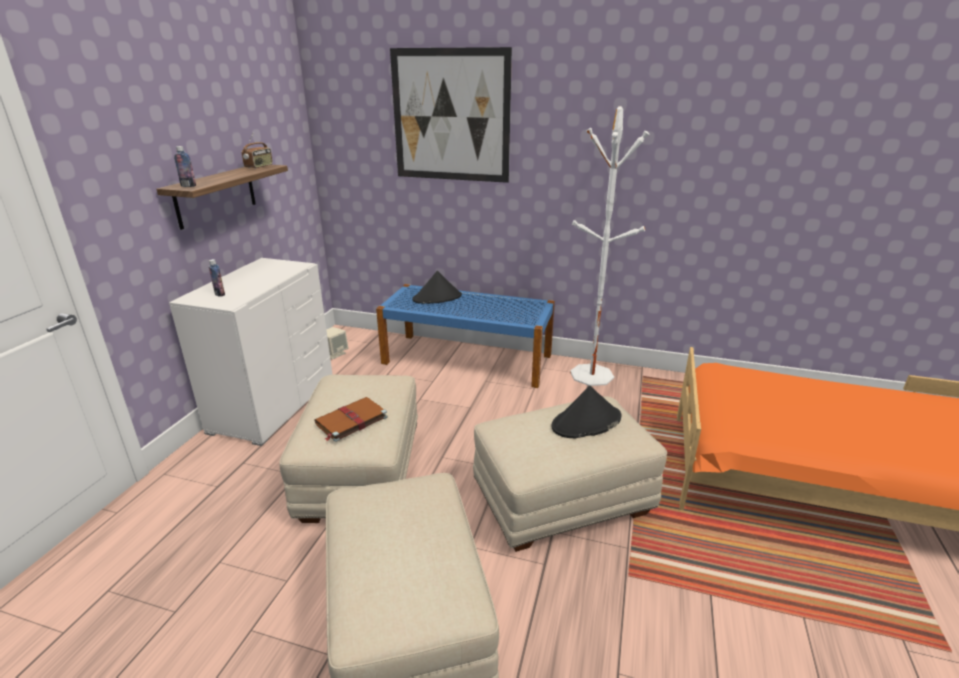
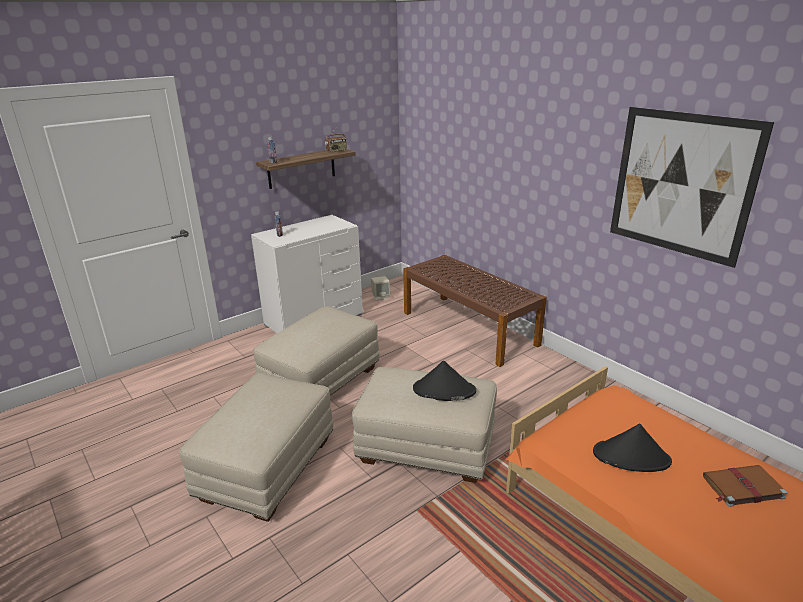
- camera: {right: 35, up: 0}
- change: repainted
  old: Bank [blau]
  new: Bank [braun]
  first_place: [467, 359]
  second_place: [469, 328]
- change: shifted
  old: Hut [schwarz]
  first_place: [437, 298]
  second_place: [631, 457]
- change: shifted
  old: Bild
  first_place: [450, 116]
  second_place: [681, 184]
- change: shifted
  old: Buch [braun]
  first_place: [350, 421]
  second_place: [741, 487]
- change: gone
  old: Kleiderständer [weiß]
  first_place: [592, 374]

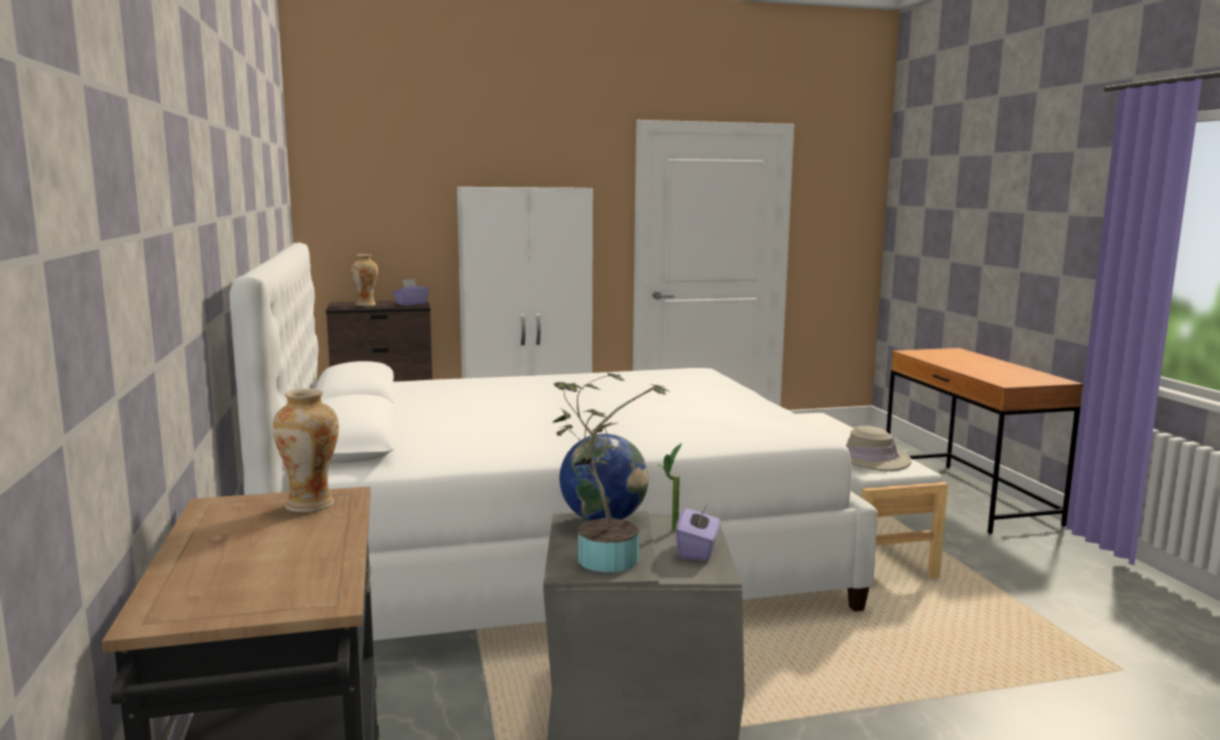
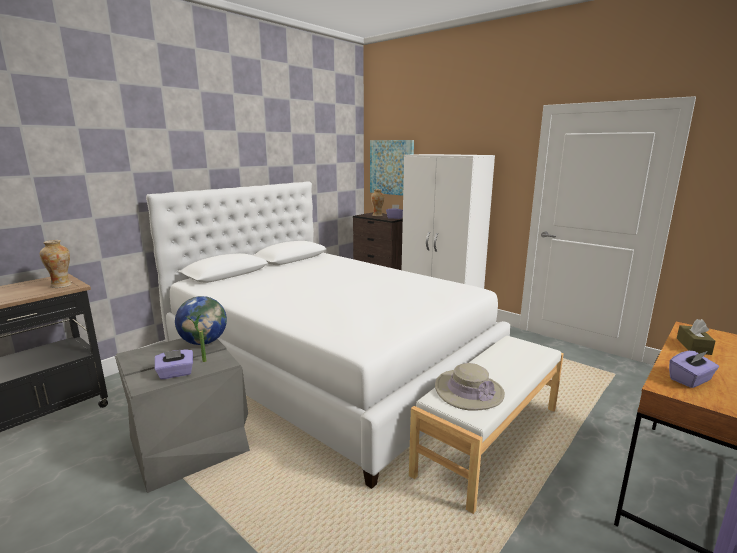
- camera: {right: 55, up: 5}
- change: new
  new: Bild
  second_place: [391, 167]
- change: new
  new: Taschentuchbox [lila]
  second_place: [690, 380]
- change: new
  new: Taschentuchbox [braun]
  second_place: [693, 346]
- change: gone
  old: Topfpflanze
  first_place: [602, 557]

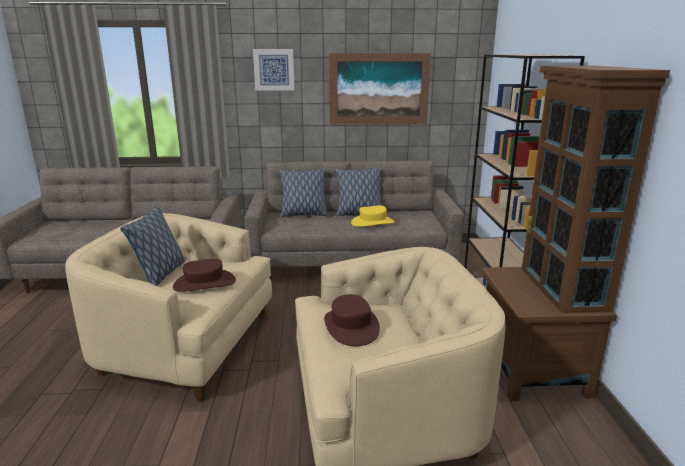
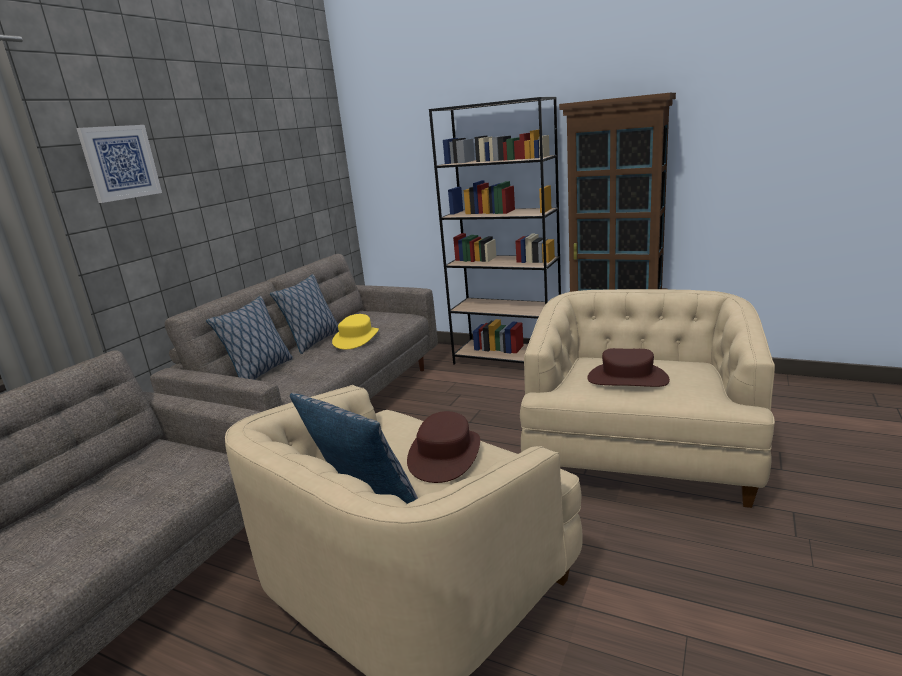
- camera: {right: -60, up: 0}
- change: gone
  old: Bild
  first_place: [379, 89]

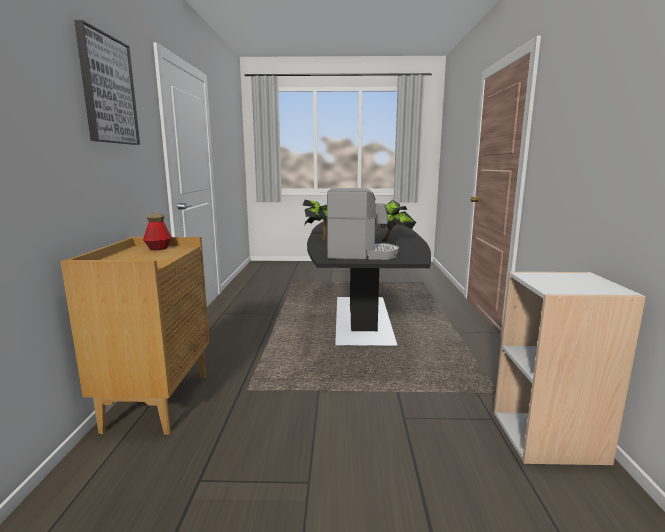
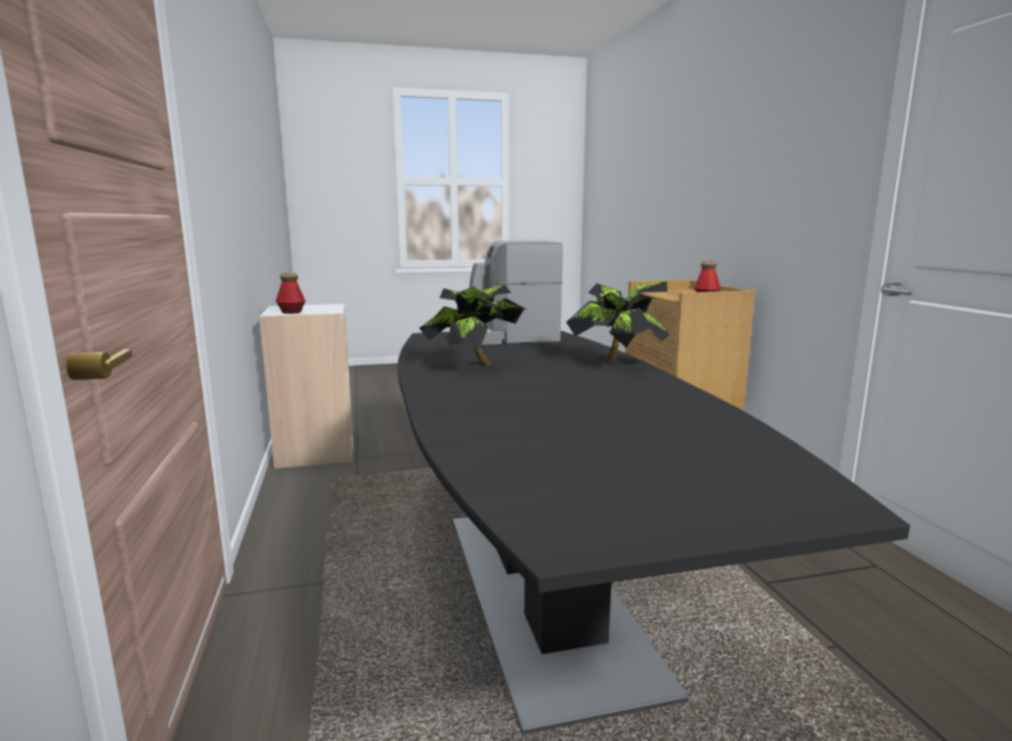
- camera: {right: 165, up: 0}
- change: new
  new: Flasche
  second_place: [291, 312]
- change: gone
  old: Bild
  first_place: [107, 90]

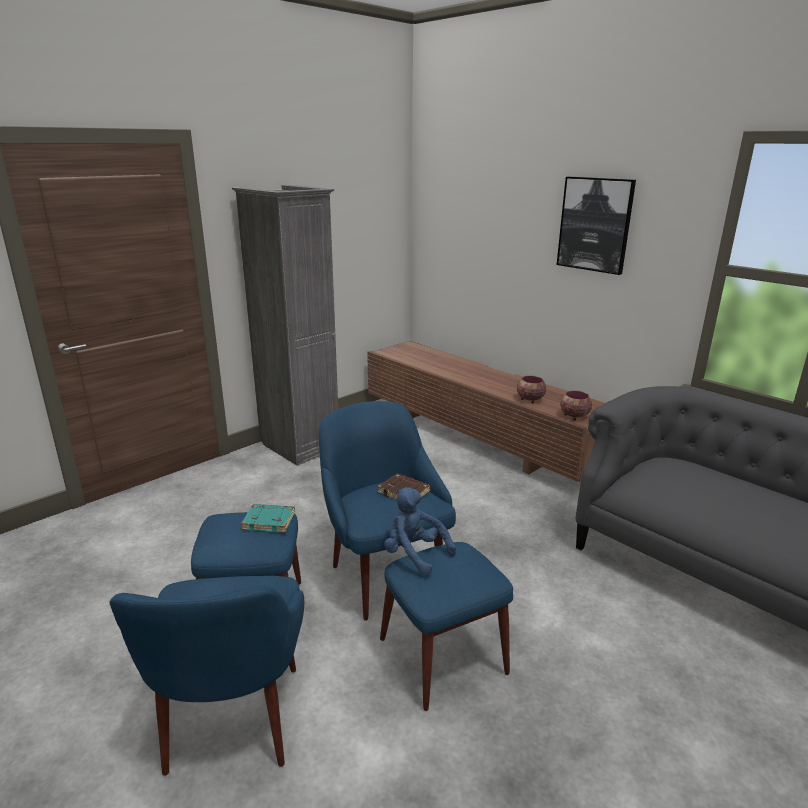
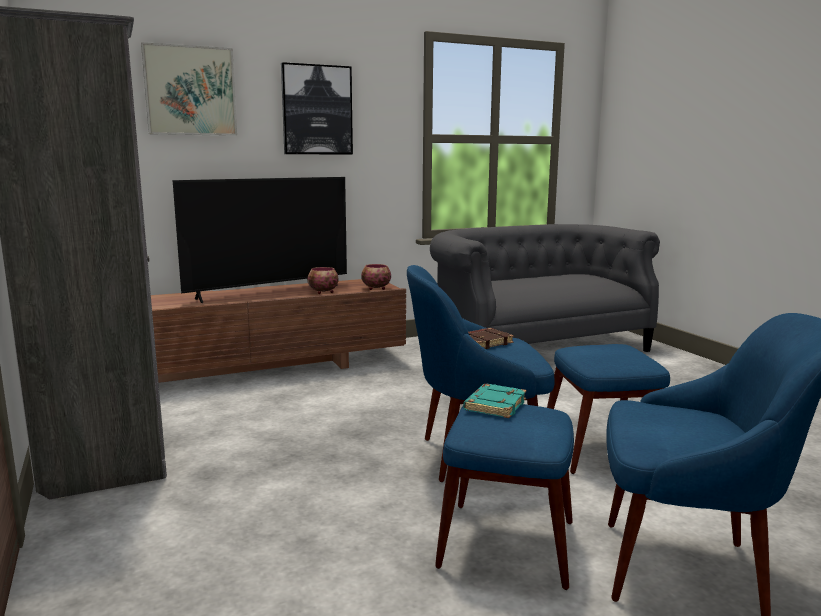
- camera: {right: -70, up: -10}
- change: new
  new: Bild
  second_place: [190, 91]
- change: new
  new: Fernseher
  second_place: [269, 292]
- change: gone
  old: Plüschtier [blau]
  first_place: [414, 554]

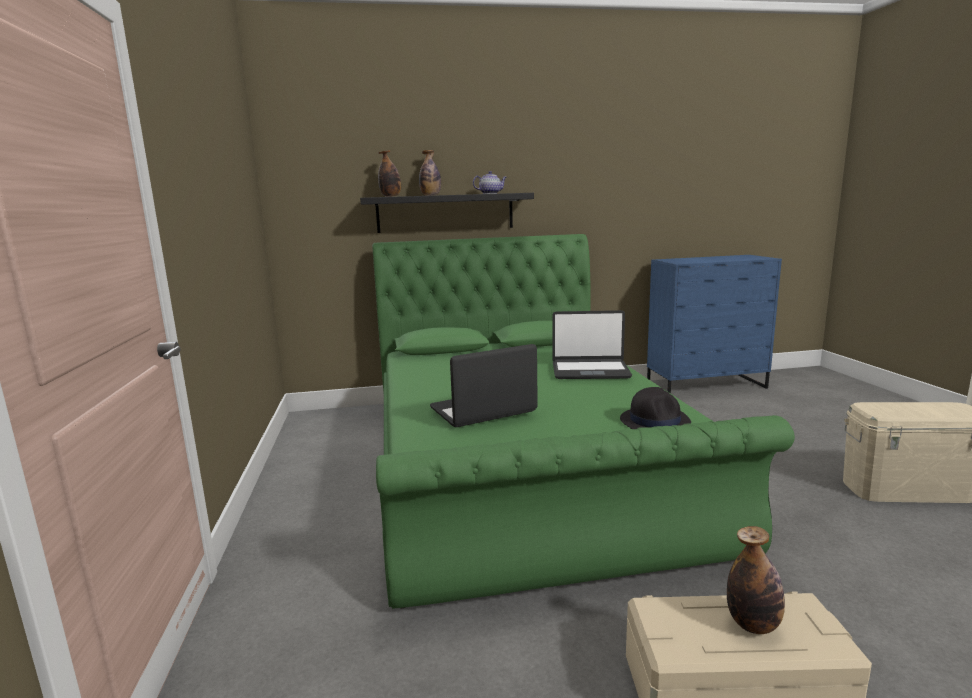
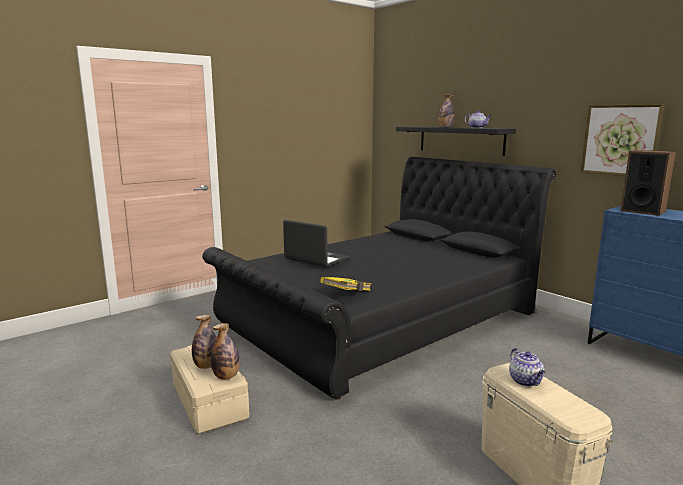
- camera: {right: 60, up: 0}
- change: repainted
  old: Bett [grün]
  new: Bett [schwarz]
  first_place: [521, 464]
  second_place: [380, 316]
- change: shifted
  old: Flasche
  first_place: [391, 196]
  second_place: [226, 376]
- change: swapped
  old: Hut [schwarz]
  new: Buch [gelb]
  first_place: [655, 421]
  second_place: [347, 293]
- change: new
  new: Teekanne
  second_place: [526, 381]
- change: new
  new: Bild
  second_place: [620, 140]
- change: new
  new: Lautsprecher
  second_place: [642, 211]
- change: gone
  old: Laptop
  first_place: [590, 371]

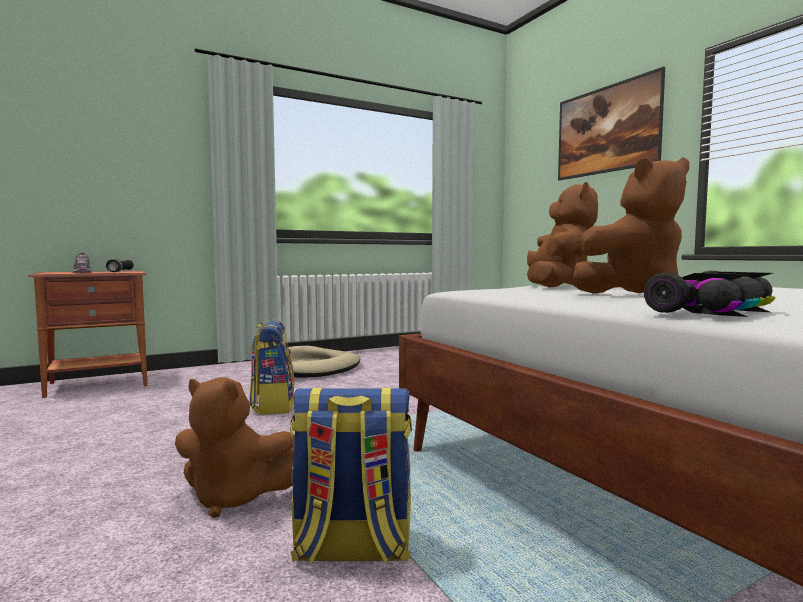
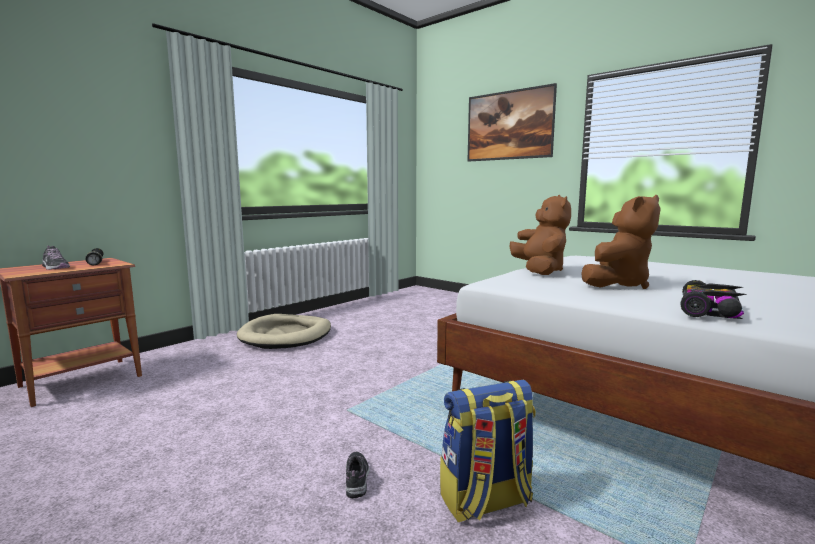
- camera: {right: -20, up: 5}
- change: swapped
  old: Plüschtier [braun]
  new: Schuh
  first_place: [235, 498]
  second_place: [356, 479]
- change: gone
  old: Rucksack
  first_place: [273, 406]

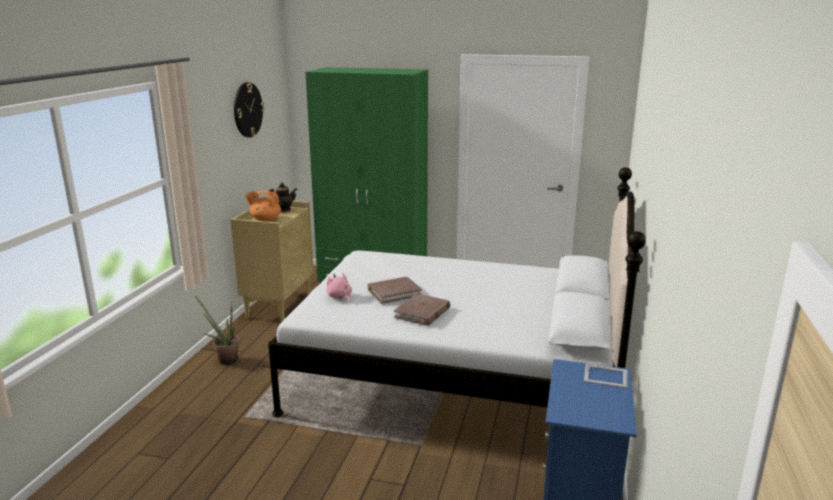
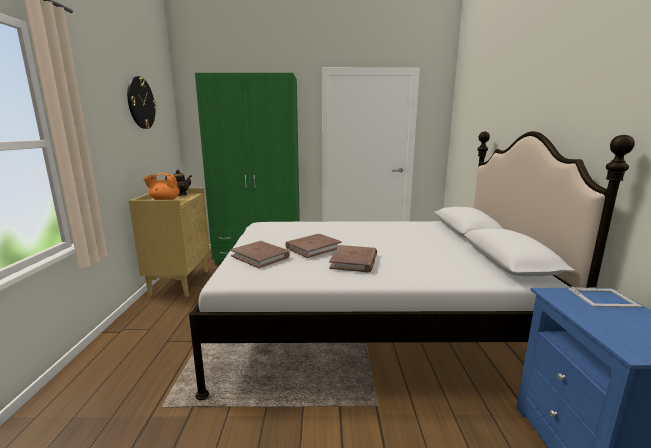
- camera: {right: -15, up: -5}
- change: swapped
  old: Plüschtier [rosa]
  new: Buch [braun]
  first_place: [340, 297]
  second_place: [260, 256]
- change: gone
  old: Topfpflanze
  first_place: [224, 359]

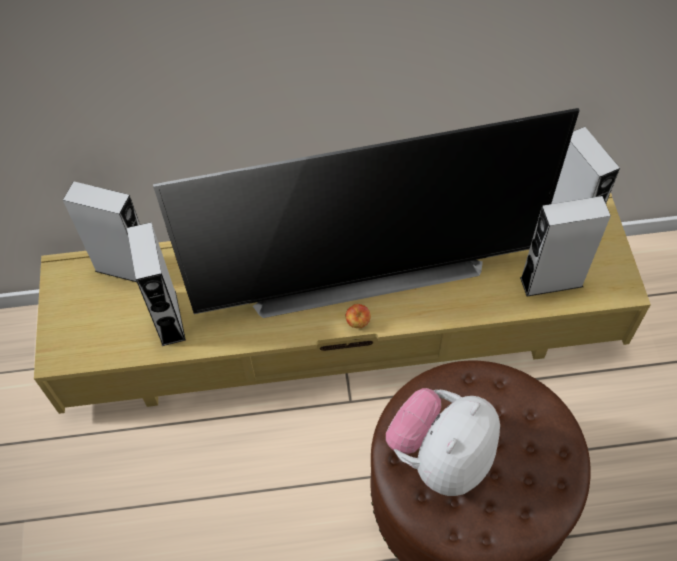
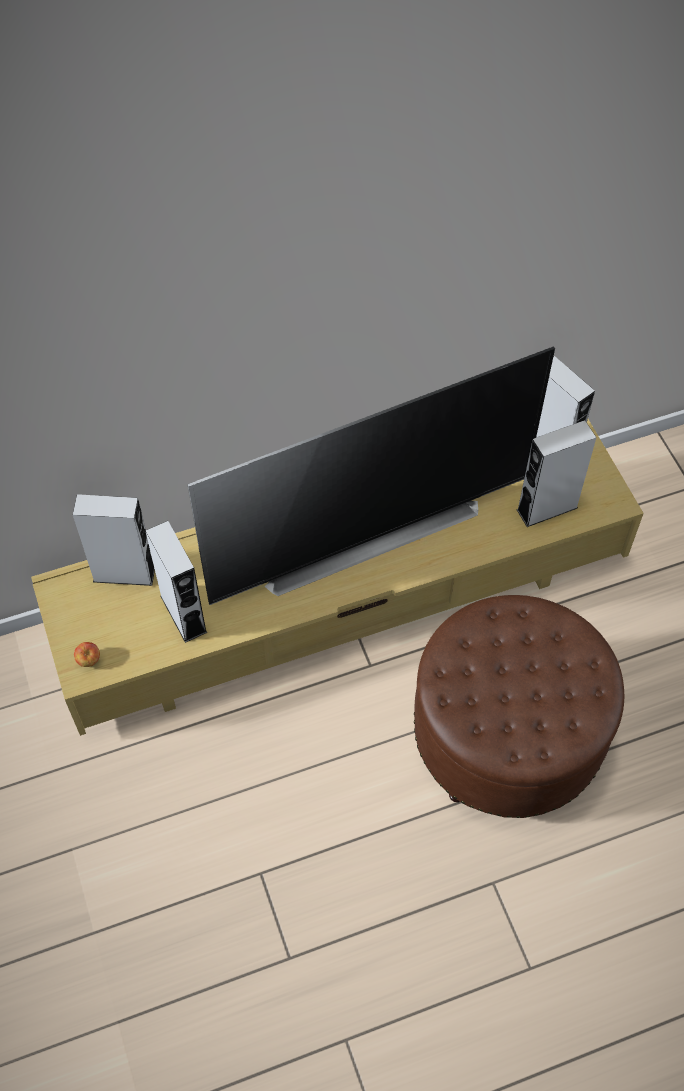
- camera: {right: -15, up: 0}
- change: shifted
  old: Apfel
  first_place: [357, 322]
  second_place: [88, 660]
- change: gone
  old: Plüschtier
  first_place: [441, 456]

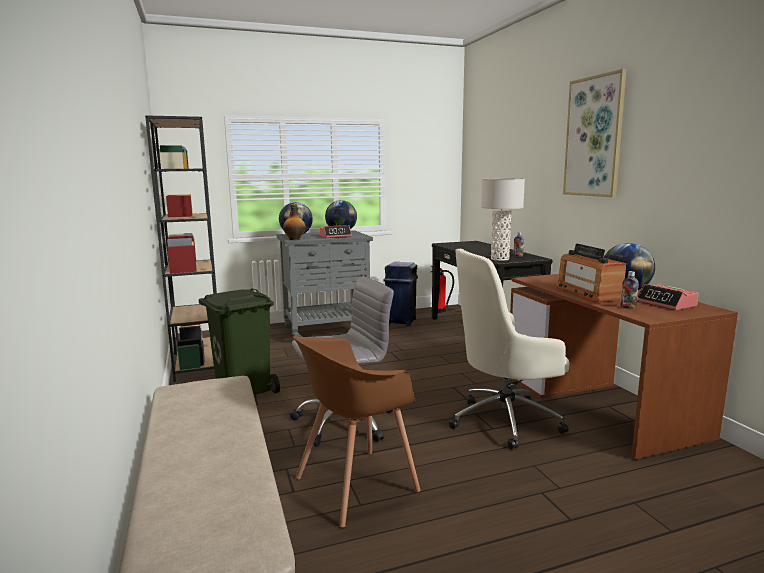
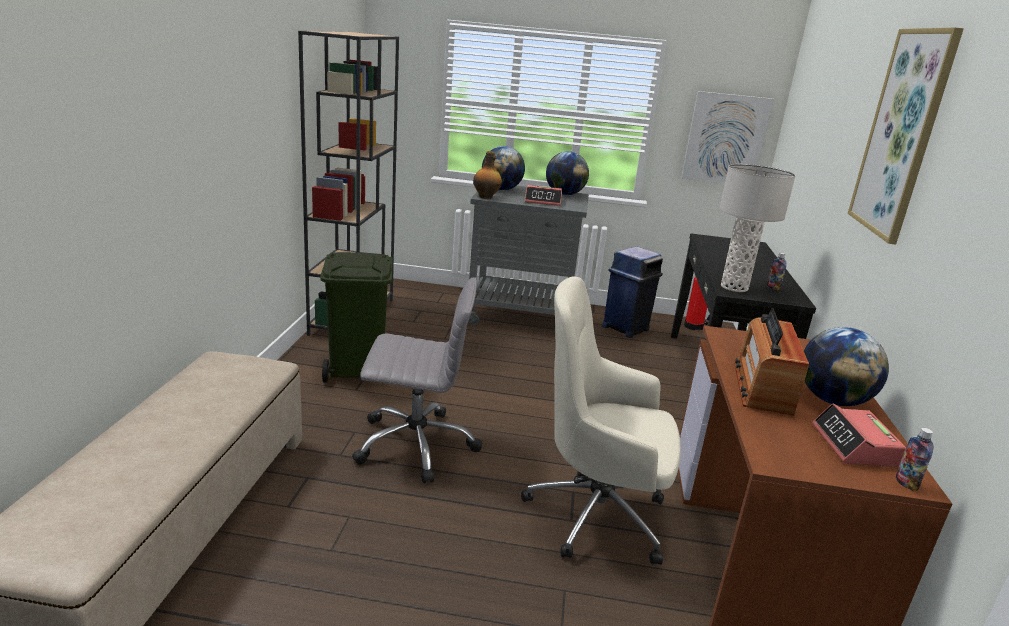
- camera: {right: 25, up: 10}
- change: new
  new: Bild
  second_place: [725, 139]
- change: shifted
  old: Flasche
  first_place: [628, 307]
  second_place: [906, 483]
- change: gone
  old: Stuhl [braun]
  first_place: [355, 486]

